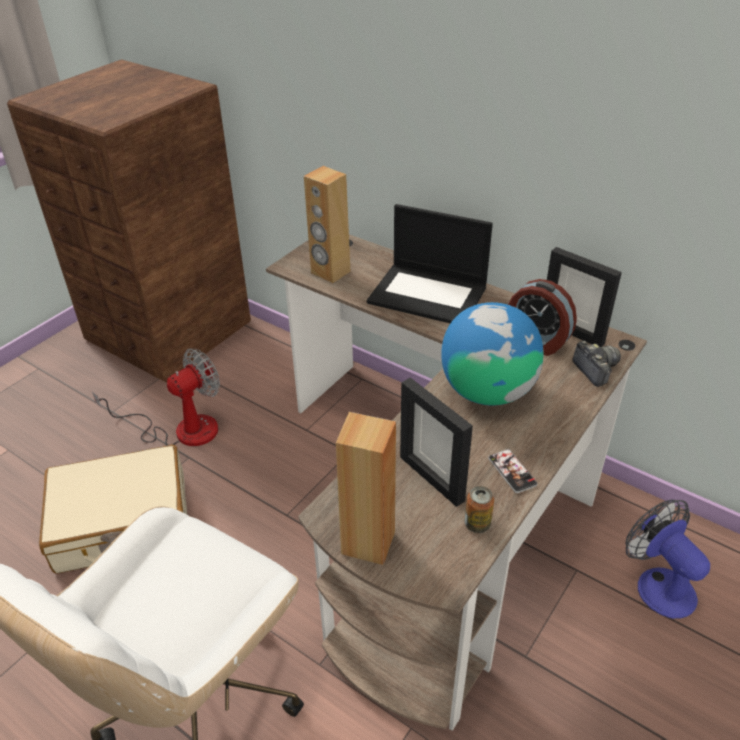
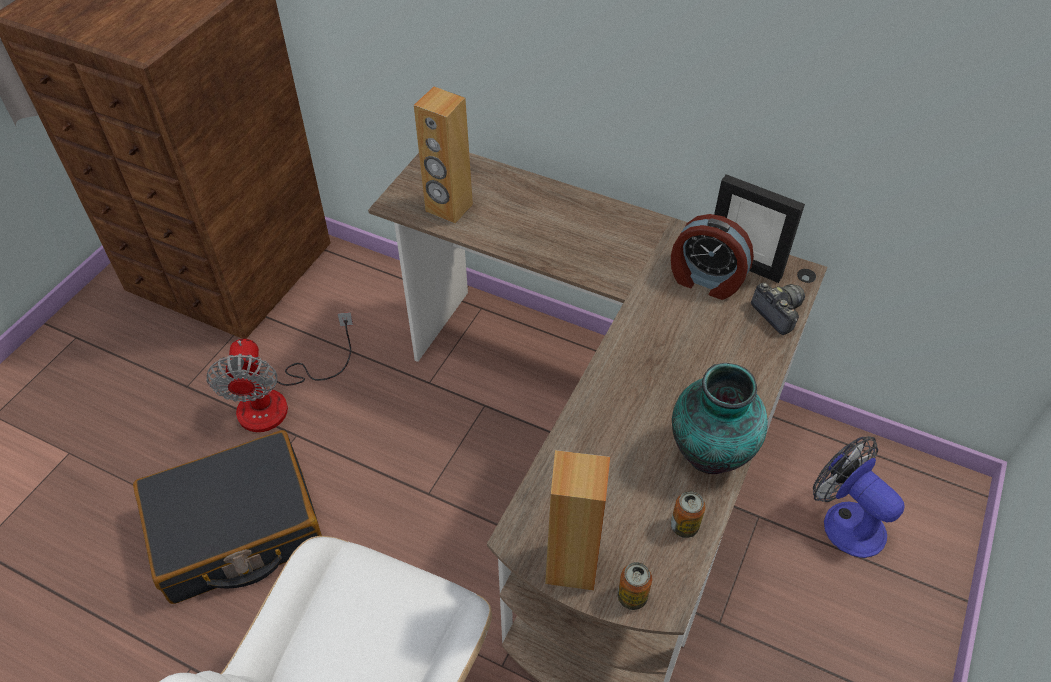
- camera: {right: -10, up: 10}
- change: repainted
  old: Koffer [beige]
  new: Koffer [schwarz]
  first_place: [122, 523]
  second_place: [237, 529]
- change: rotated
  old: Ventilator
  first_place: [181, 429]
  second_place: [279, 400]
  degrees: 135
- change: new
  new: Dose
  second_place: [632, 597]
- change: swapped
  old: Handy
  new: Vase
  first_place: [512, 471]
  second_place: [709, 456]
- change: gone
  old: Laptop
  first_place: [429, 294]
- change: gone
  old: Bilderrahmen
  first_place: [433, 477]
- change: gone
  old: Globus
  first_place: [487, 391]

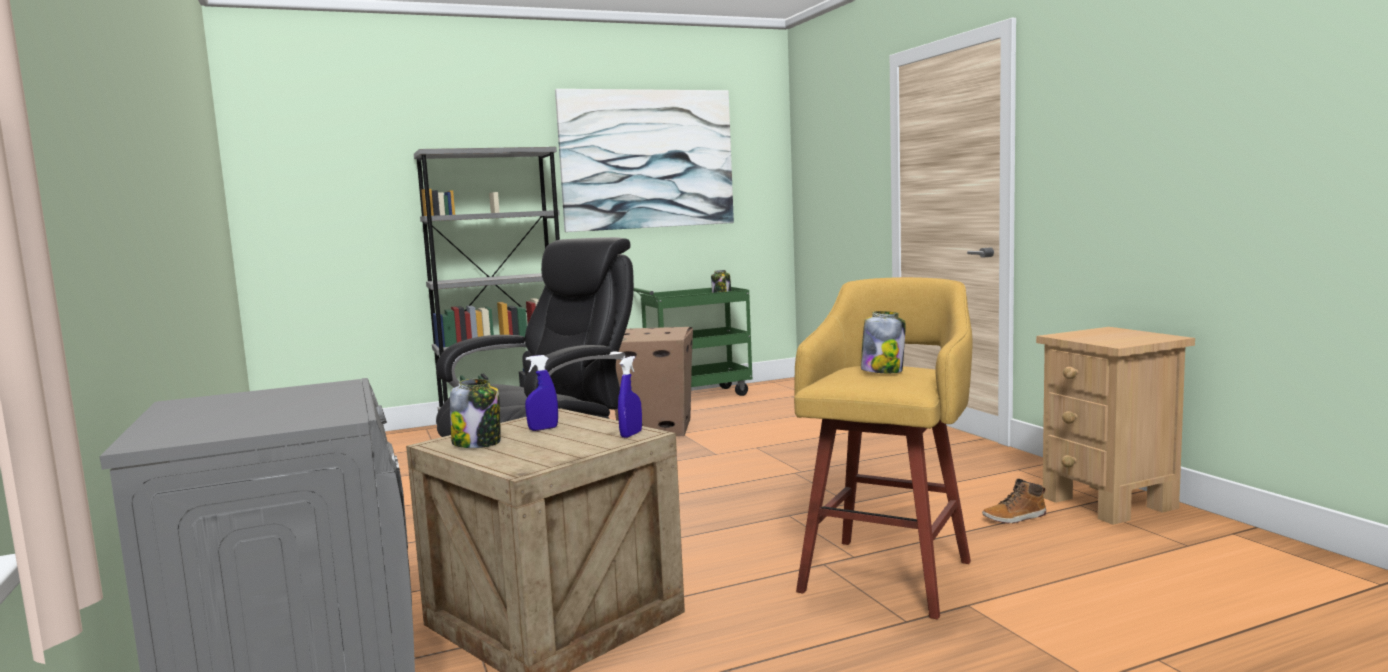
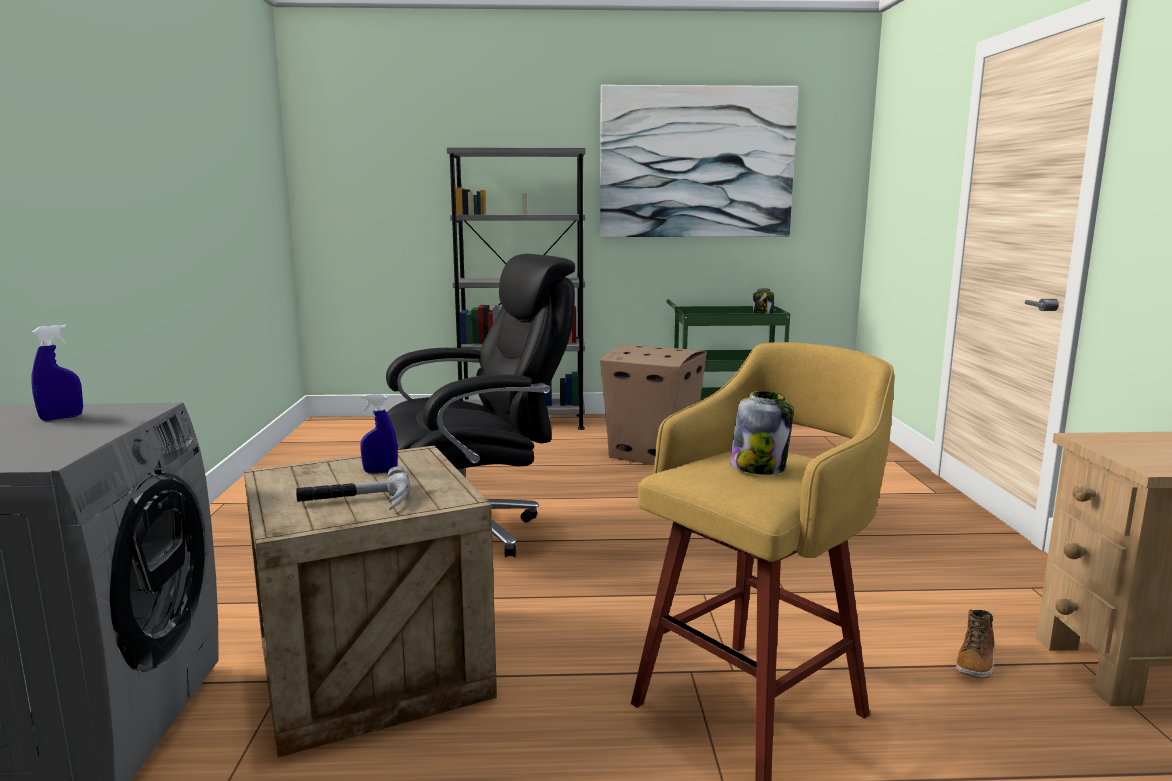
- camera: {right: 20, up: 5}
- change: shifted
  old: Sprühflasche [blau]
  first_place: [631, 434]
  second_place: [61, 418]
- change: new
  new: Hammer
  second_place: [354, 502]
- change: rotated
  old: Stiefel
  first_place: [1015, 518]
  second_place: [976, 661]
  degrees: -60
- change: gone
  old: Vorratsglas
  first_place: [477, 443]

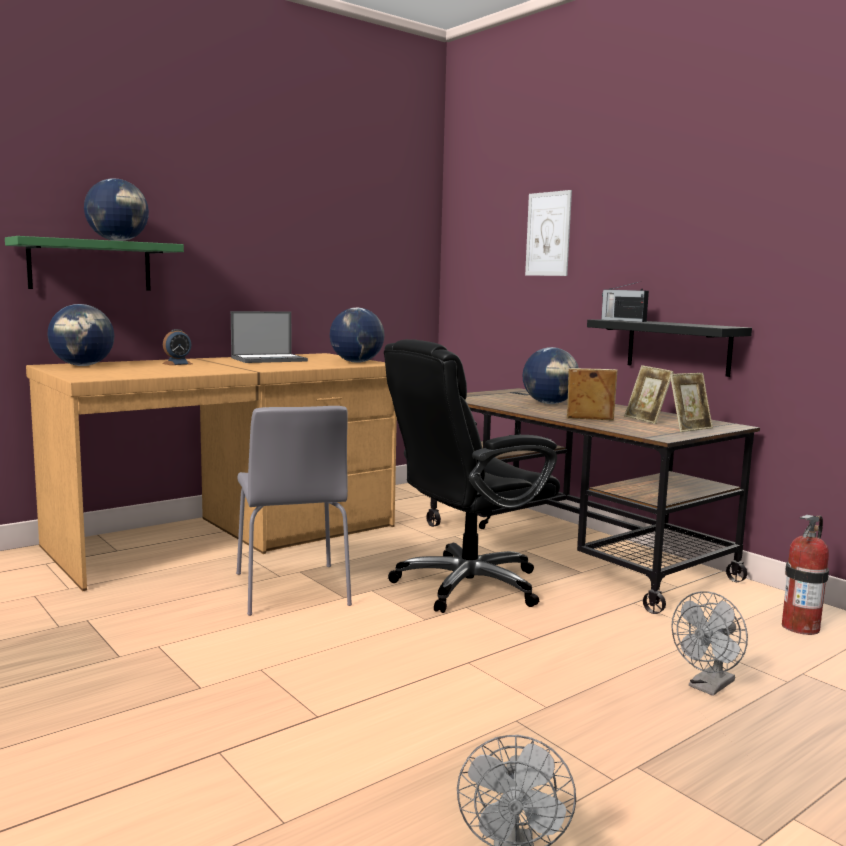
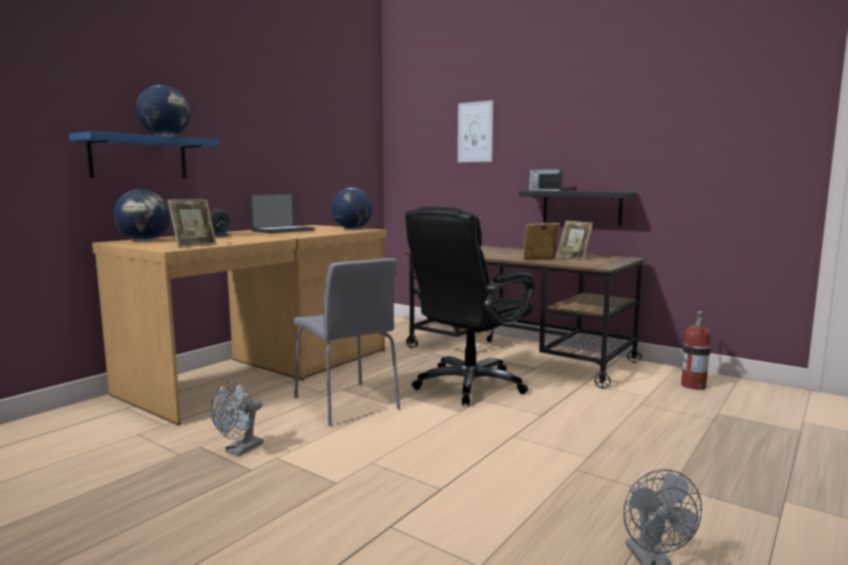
- camera: {right: -15, up: 0}
- change: repainted
  old: Wandregal [grün]
  new: Wandregal [blau]
  first_place: [90, 265]
  second_place: [139, 157]
- change: shifted
  old: Bilderrahmen
  first_place: [689, 429]
  second_place: [194, 245]
- change: shifted
  old: Ventilator [grau]
  first_place: [708, 687]
  second_place: [240, 450]
- change: gone
  old: Globus
  first_place: [549, 403]

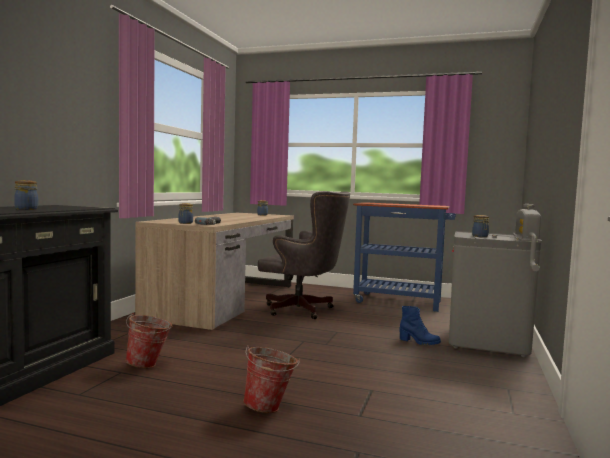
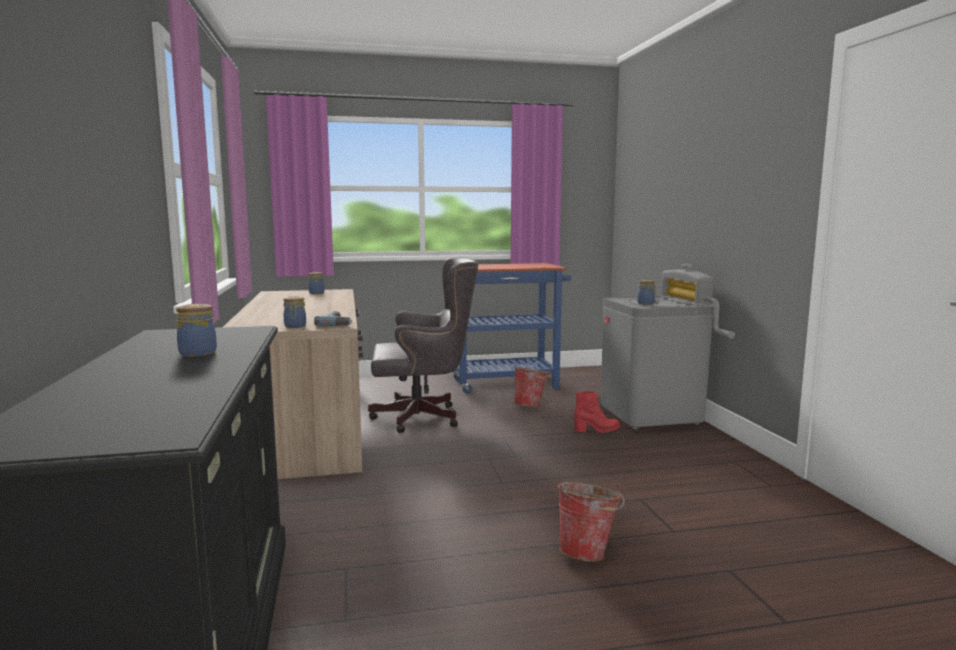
- camera: {right: -30, up: 5}
- change: shifted
  old: Eimer
  first_place: [149, 365]
  second_place: [531, 406]
- change: repainted
  old: Stiefel [blau]
  new: Stiefel [rot]
  first_place: [419, 342]
  second_place: [597, 430]

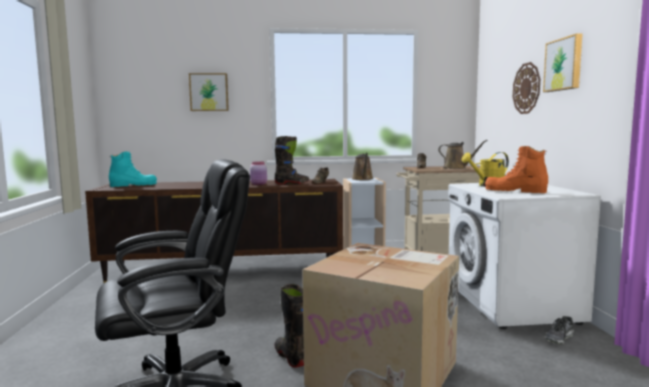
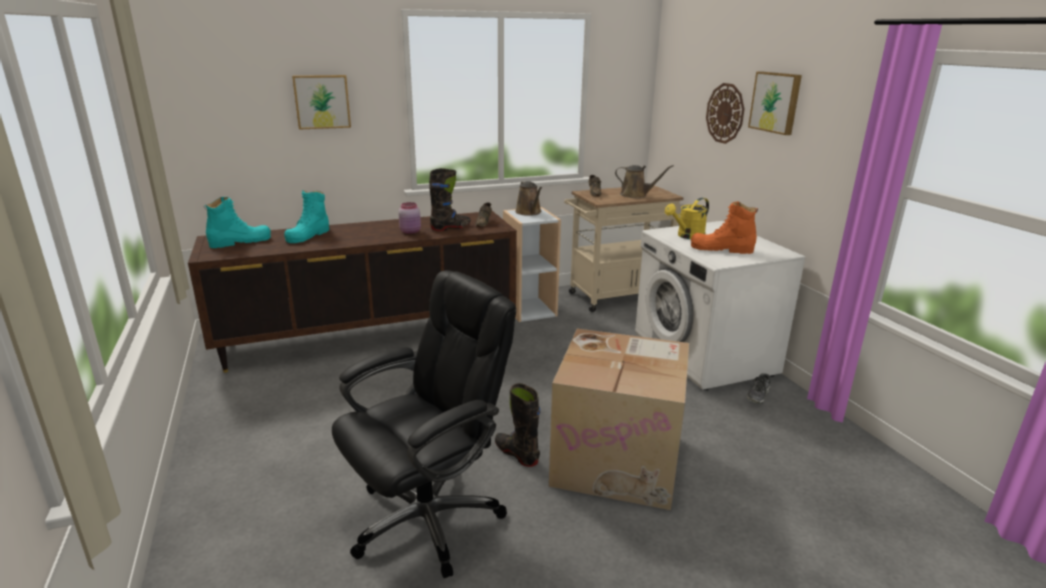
- camera: {right: -15, up: 15}
- change: new
  new: Stiefel [türkis]
  second_place: [308, 235]

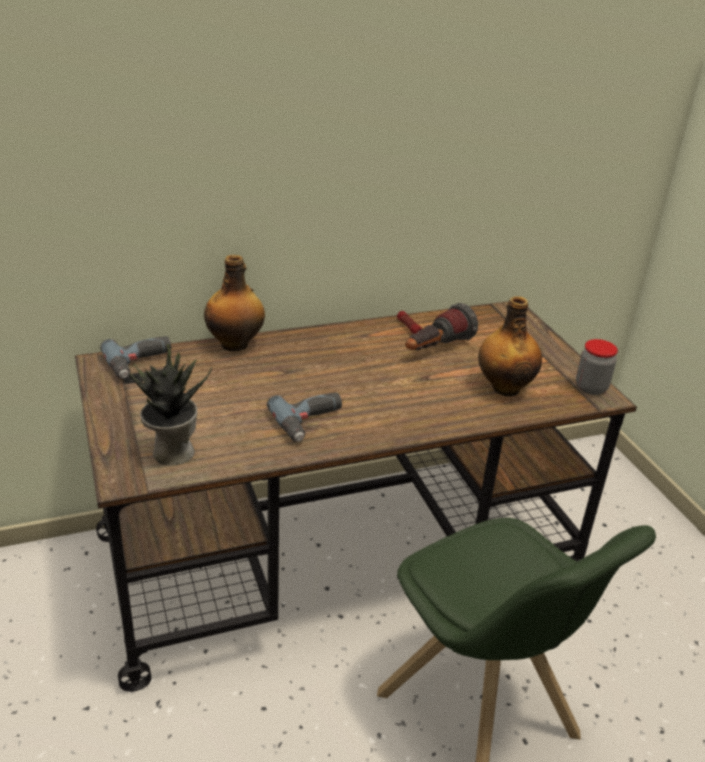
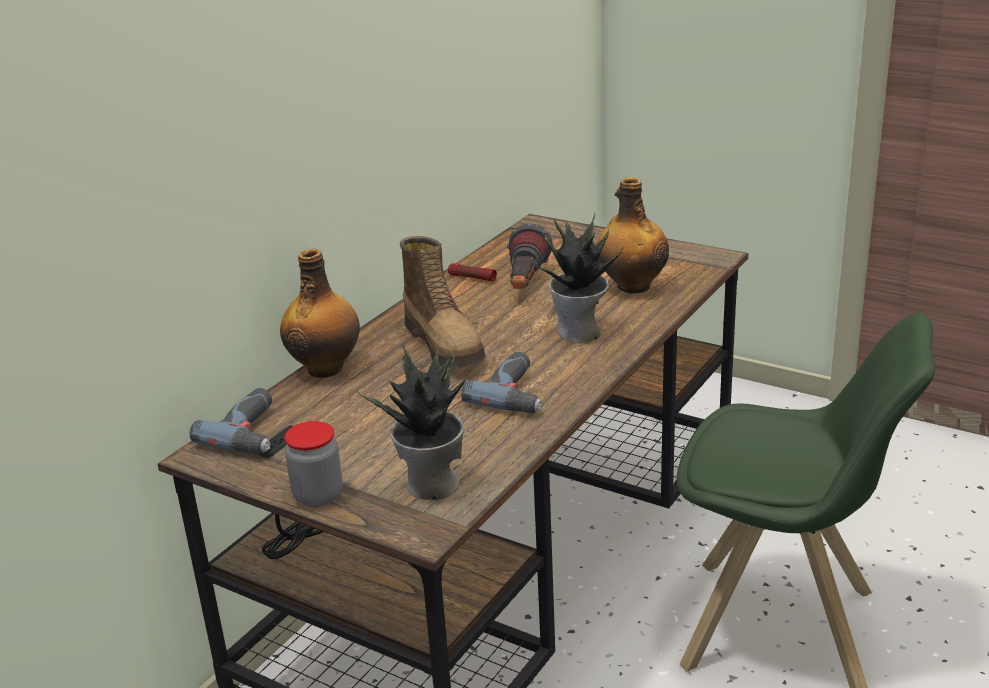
- camera: {right: -35, up: -5}
- change: shifted
  old: Vorratsglas
  first_place: [591, 388]
  second_place: [318, 496]
- change: new
  new: Stiefel
  second_place: [445, 345]
- change: new
  new: Topfpflanze
  second_place: [579, 333]

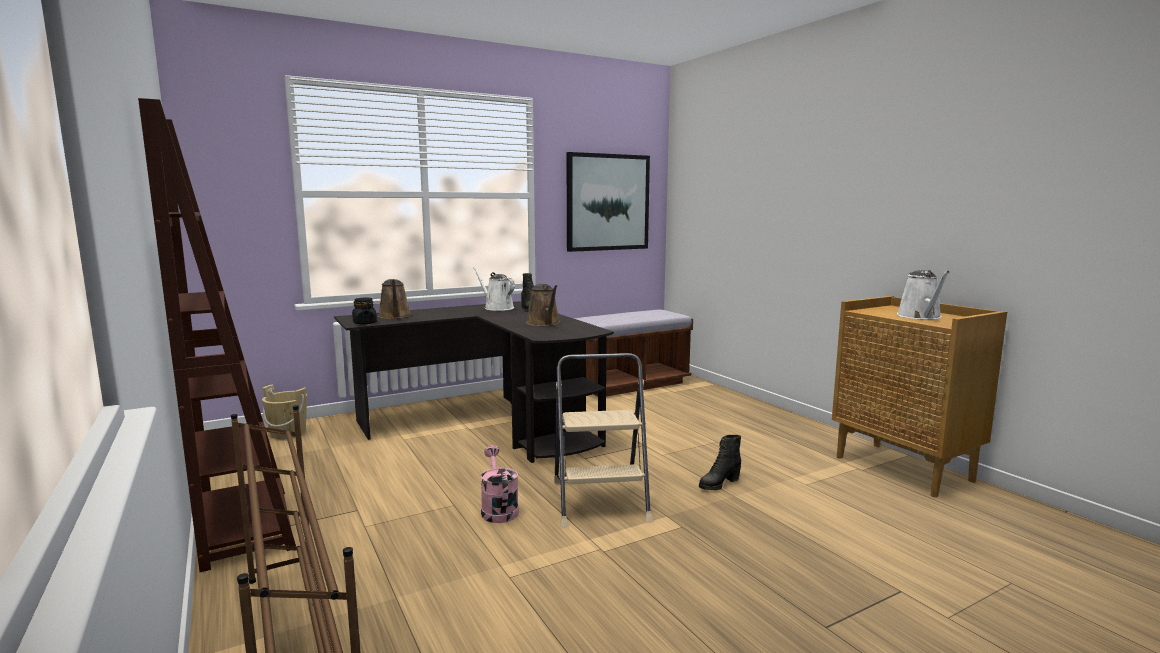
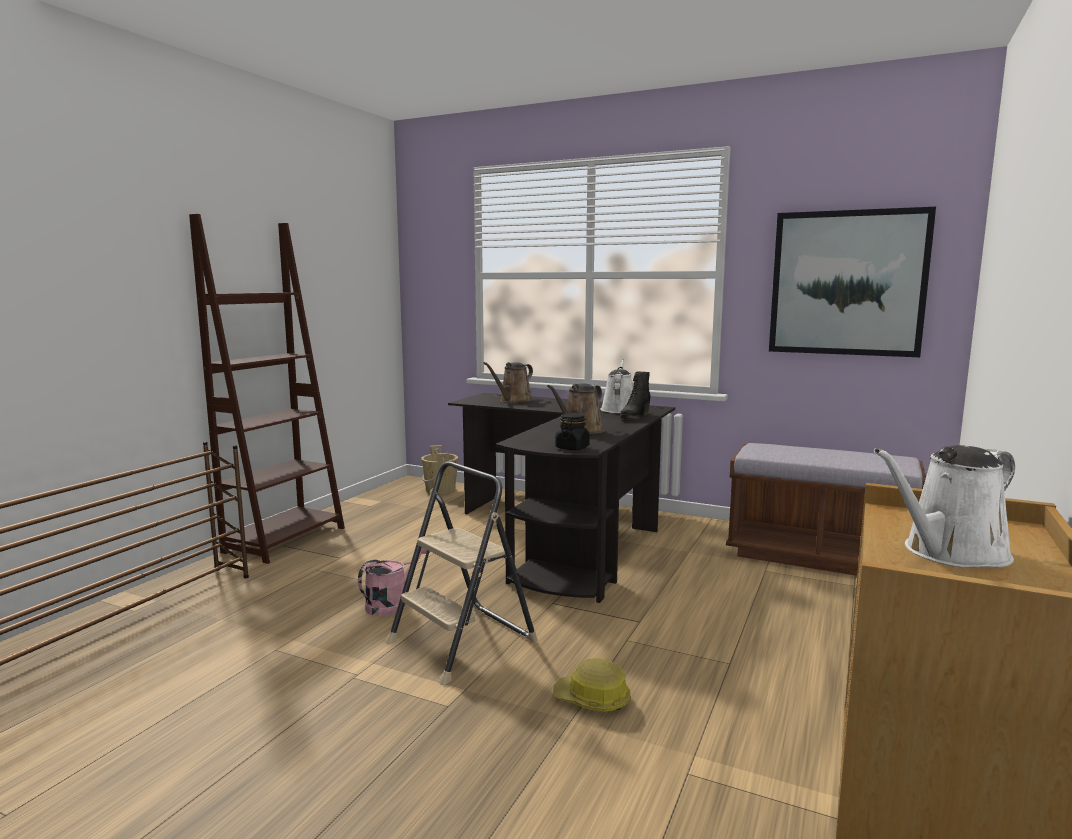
- camera: {right: 55, up: 0}
- change: swapped
  old: Stiefel [schwarz]
  new: Schutzhelm
  first_place: [718, 484]
  second_place: [592, 700]
- change: shifted
  old: Vorratsglas [schwarz]
  first_place: [364, 323]
  second_place: [572, 448]

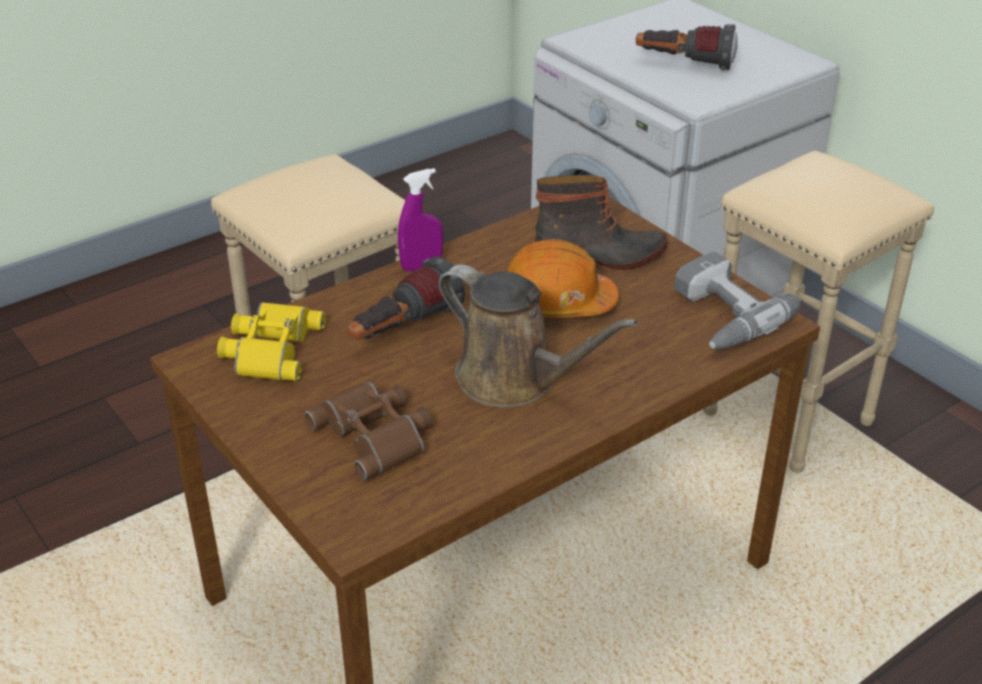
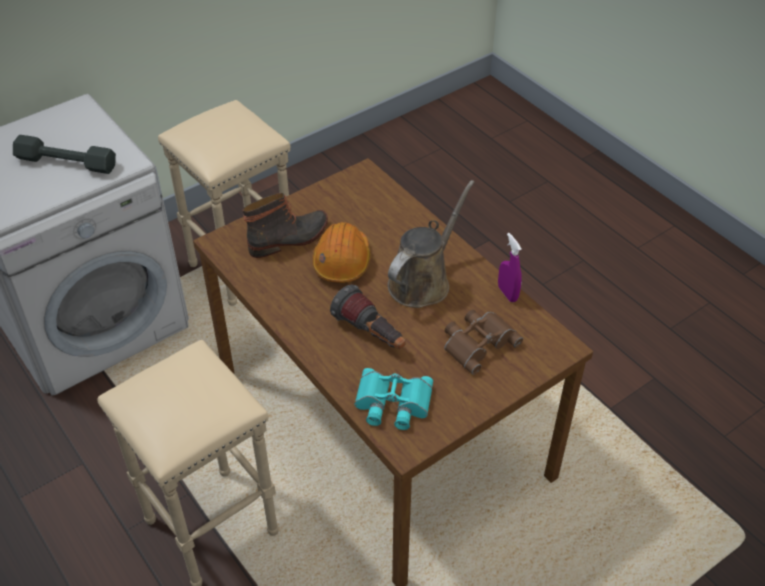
- camera: {right: -90, up: 10}
- change: swapped
  old: Taschenlampe
  new: Hantel [grau]
  first_place: [684, 65]
  second_place: [66, 163]
- change: rotated
  old: Stiefel
  first_place: [600, 256]
  second_place: [289, 239]
  degrees: 60
- change: repainted
  old: Fernglas [gelb]
  new: Fernglas [türkis]
  first_place: [270, 348]
  second_place: [392, 404]
- change: shifted
  old: Sprühflasche [lila]
  first_place: [421, 266]
  second_place: [507, 293]
- change: gone
  old: Bohrmaschine
  first_place: [718, 316]

